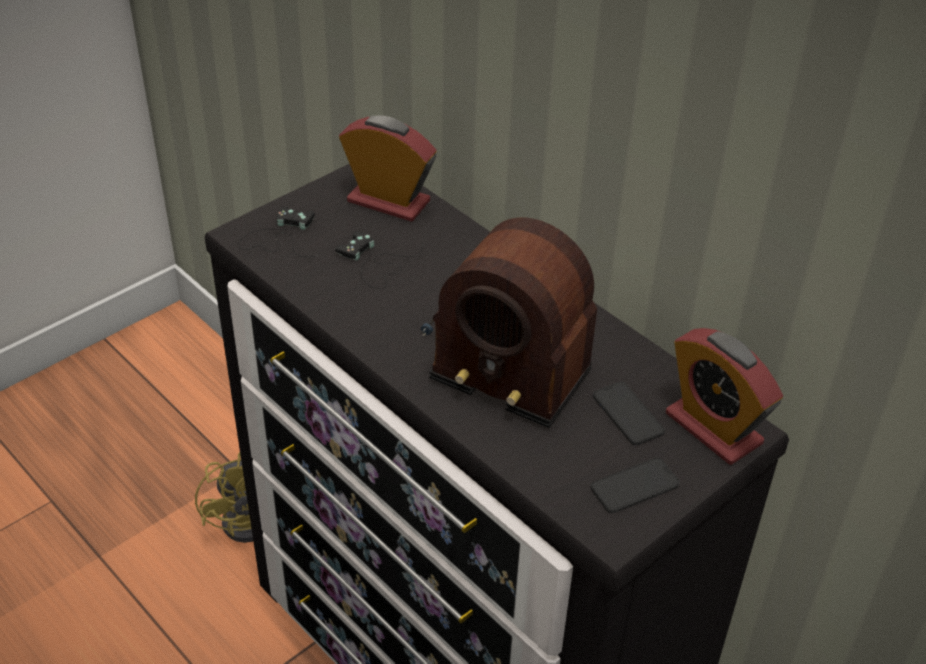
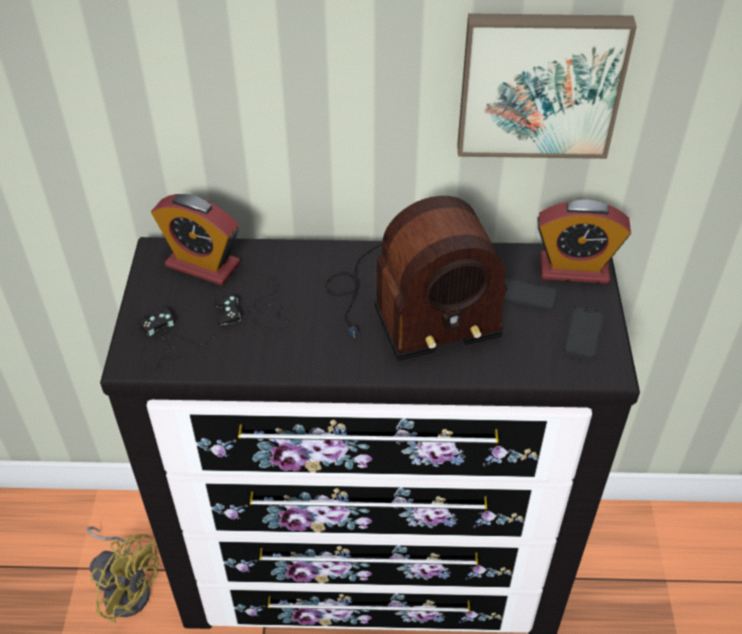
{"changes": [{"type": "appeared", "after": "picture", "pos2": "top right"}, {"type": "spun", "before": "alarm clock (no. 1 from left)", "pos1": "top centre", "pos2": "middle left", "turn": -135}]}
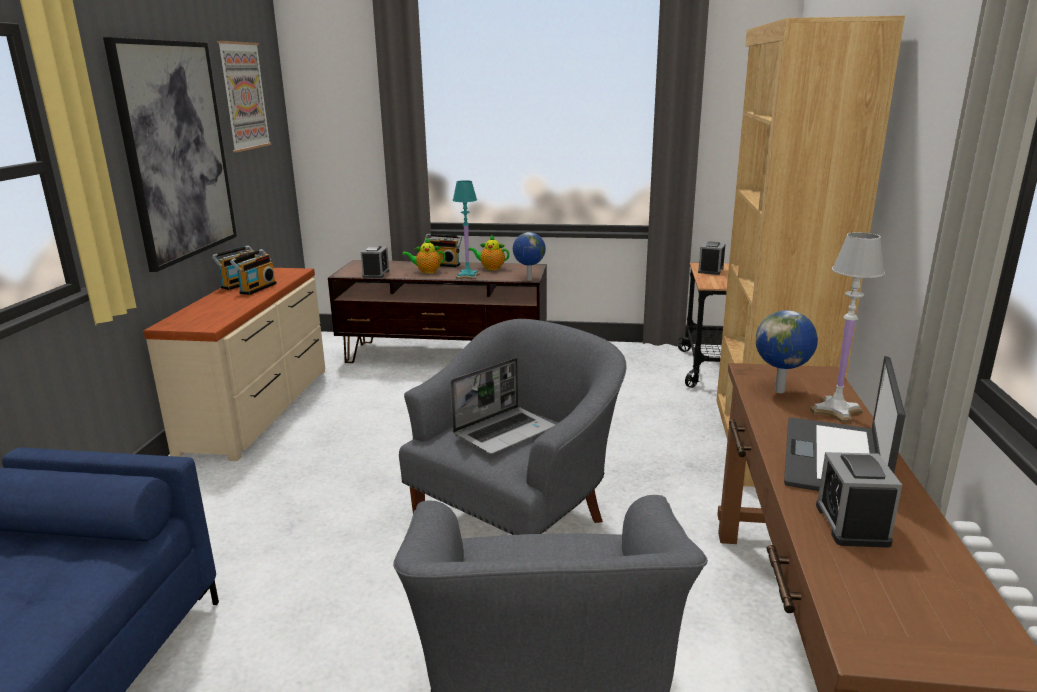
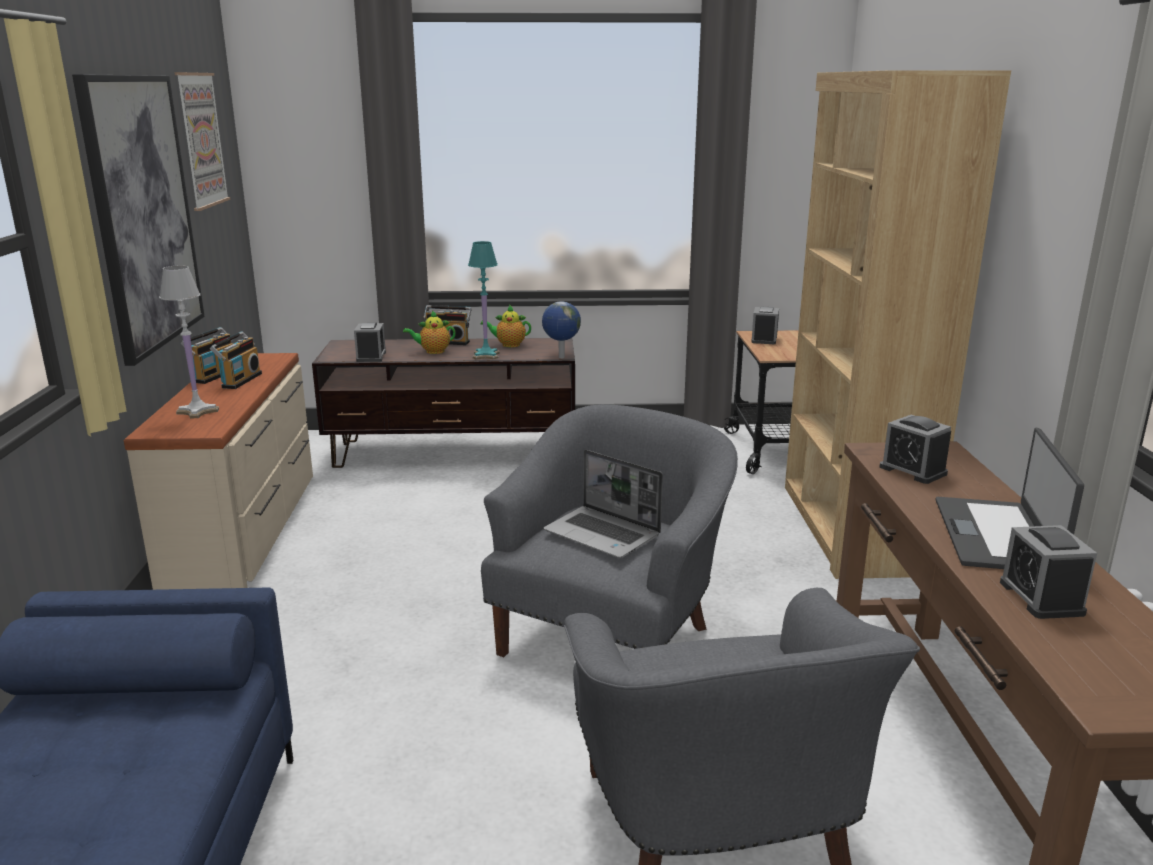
{"changes": [{"type": "relocated", "before": "table lamp in white", "pos1": "middle right", "pos2": "middle left"}, {"type": "exchanged", "before": "globe (no. 2 from left)", "after": "alarm clock (no. 3 from left)", "pos1": "middle right", "pos2": "middle right"}, {"type": "spun", "before": "laptop (no. 1 from left)", "pos1": "centre", "pos2": "centre", "turn": 90}]}
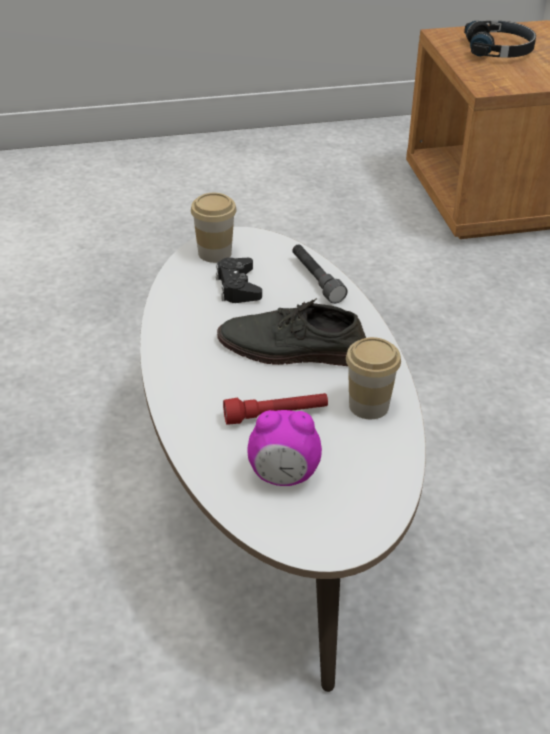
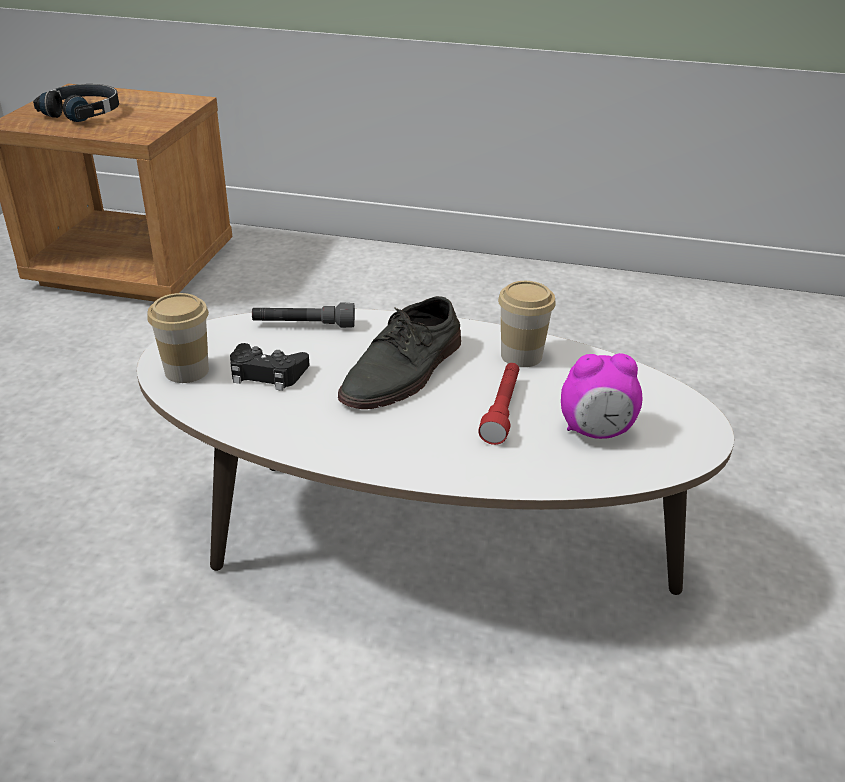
{"changes": [{"type": "spun", "before": "alarm clock", "pos1": "centre", "pos2": "middle right", "turn": 60}]}
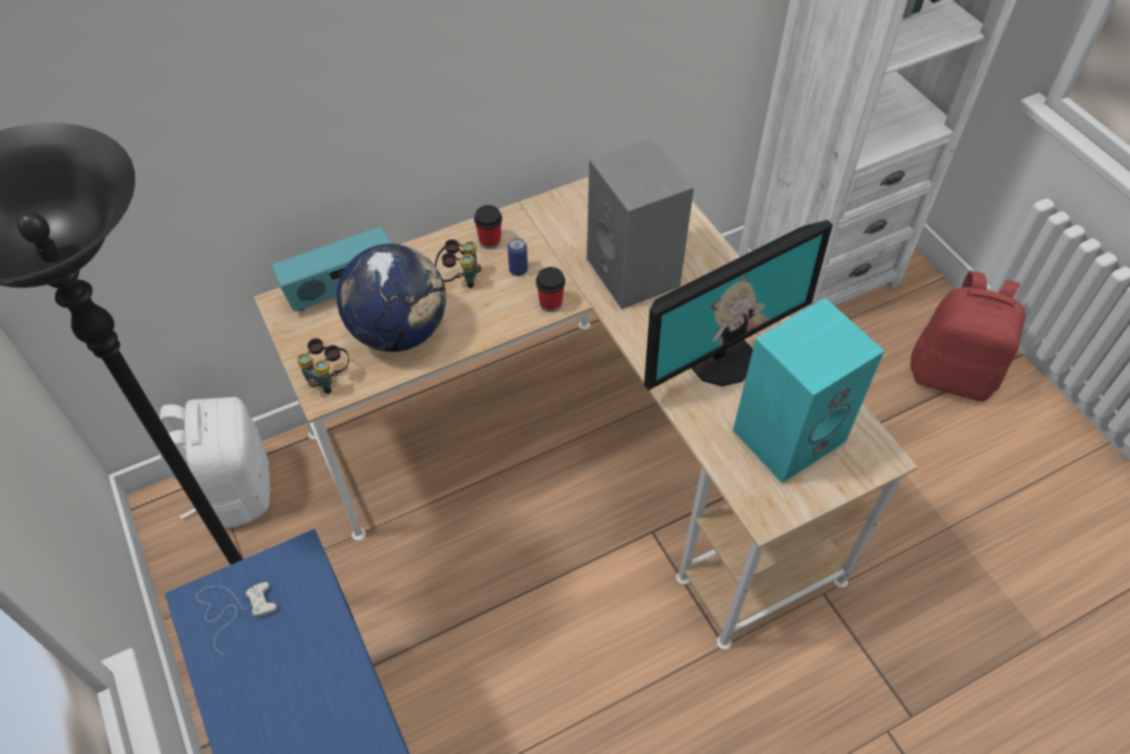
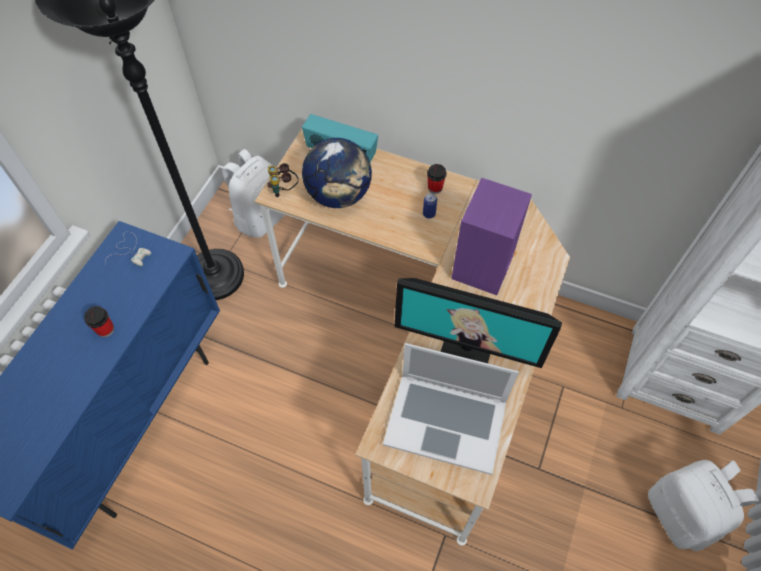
{"changes": [{"type": "missing", "before": "binoculars (no. 2 from left)", "pos1": "centre"}, {"type": "relocated", "before": "cup (no. 2 from left in the first image)", "after": "cup (no. 1 from left)", "pos1": "centre", "pos2": "middle left"}, {"type": "exchanged", "before": "speaker in turquoise", "after": "laptop", "pos1": "middle right", "pos2": "bottom centre"}, {"type": "colour", "before": "speaker in grey", "after": "speaker in purple", "pos1": "top centre", "pos2": "centre"}, {"type": "colour", "before": "backpack in red", "after": "backpack in white (no. 2 from left)", "pos1": "middle right", "pos2": "bottom right"}]}
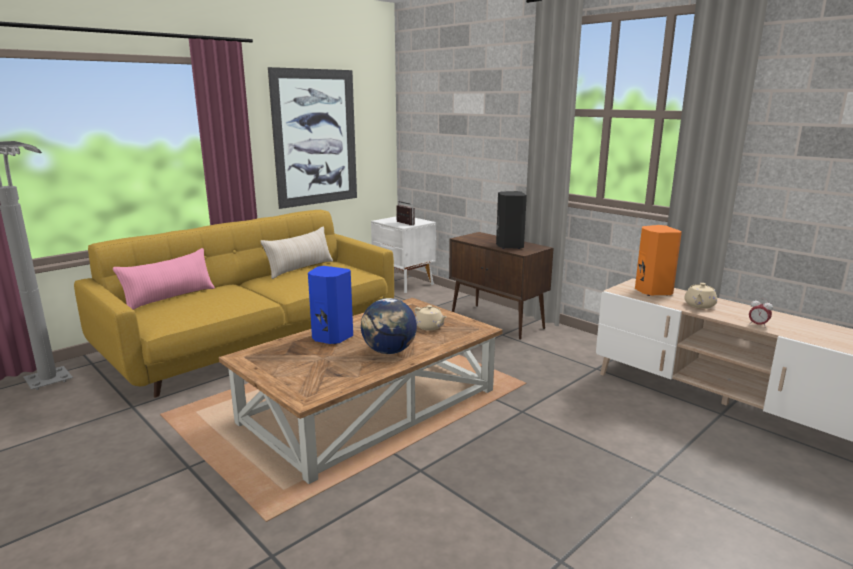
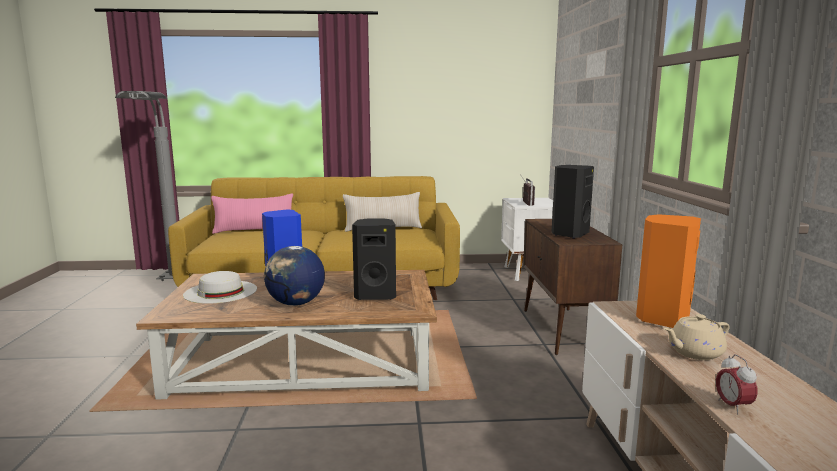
{"changes": [{"type": "missing", "before": "picture", "pos1": "top centre"}, {"type": "appeared", "after": "hat in white", "pos2": "middle left"}, {"type": "exchanged", "before": "teapot in beige (no. 1 from left)", "after": "speaker in black (no. 1 from left)", "pos1": "centre", "pos2": "centre"}]}
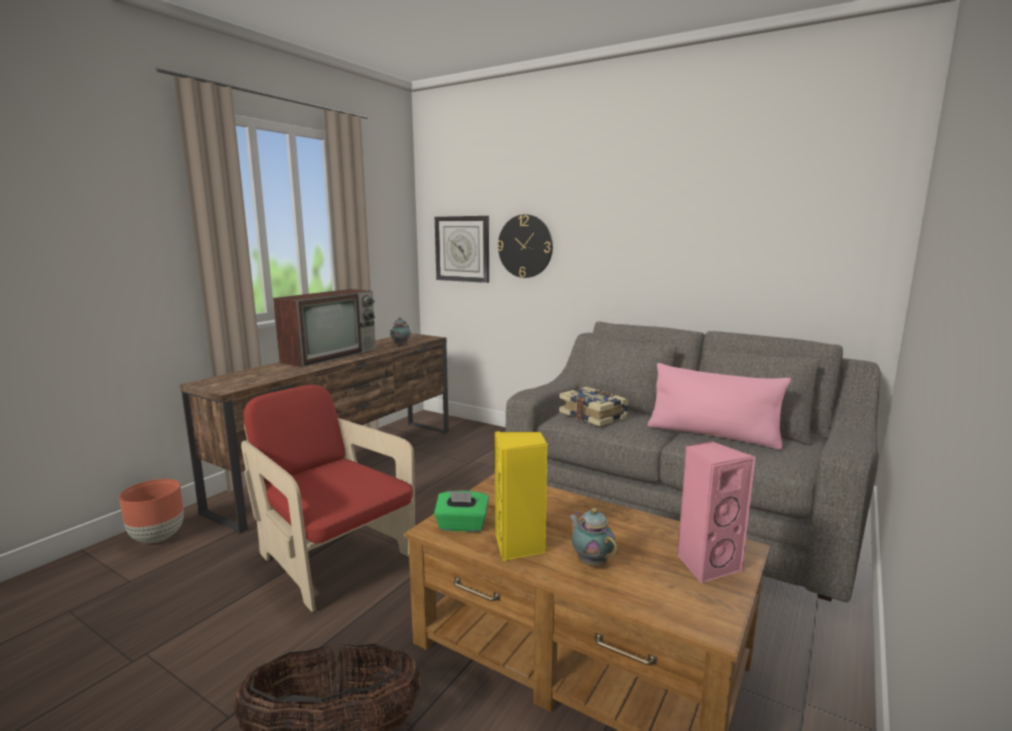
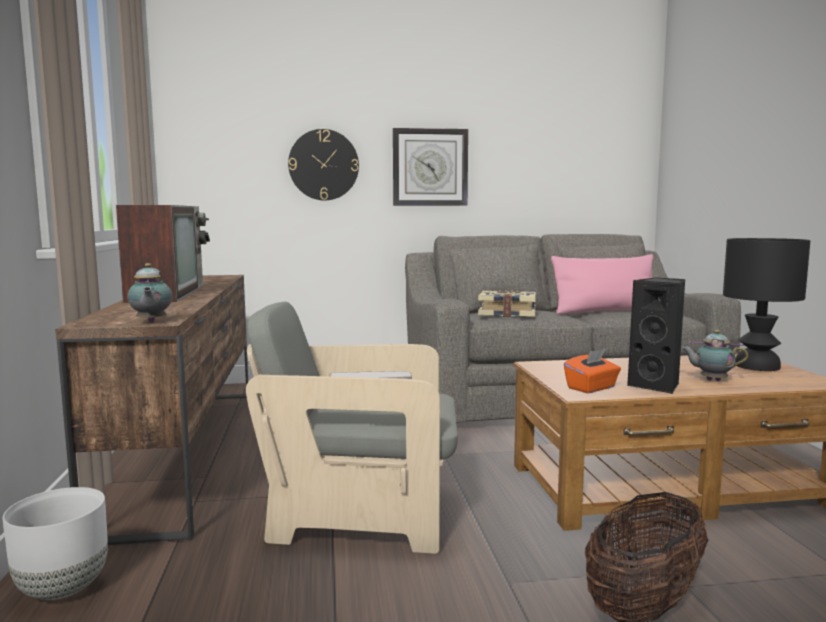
{"changes": [{"type": "relocated", "before": "teapot (no. 1 from left)", "pos1": "centre", "pos2": "middle left"}, {"type": "relocated", "before": "wall clock (no. 1 from left in the first image)", "after": "wall clock (no. 2 from left)", "pos1": "centre", "pos2": "top centre"}, {"type": "exchanged", "before": "speaker in pink", "after": "table lamp in black", "pos1": "bottom right", "pos2": "middle right"}, {"type": "colour", "before": "planter in brown", "after": "planter in white", "pos1": "bottom left", "pos2": "bottom left"}, {"type": "colour", "before": "armchair in red", "after": "armchair in grey", "pos1": "bottom left", "pos2": "bottom centre"}, {"type": "colour", "before": "tissue box in green", "after": "tissue box in orange", "pos1": "bottom centre", "pos2": "middle right"}, {"type": "colour", "before": "speaker in yellow", "after": "speaker in black", "pos1": "bottom centre", "pos2": "middle right"}]}
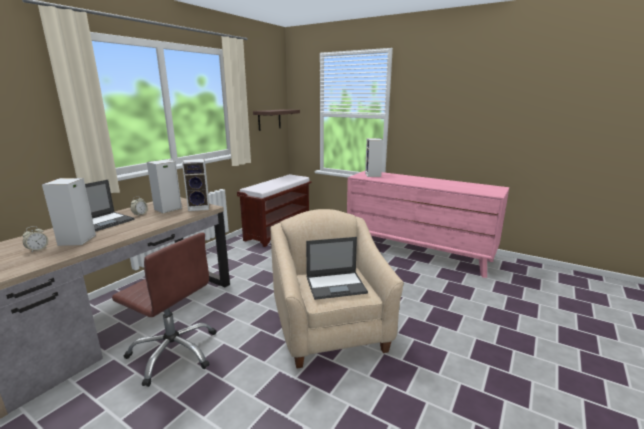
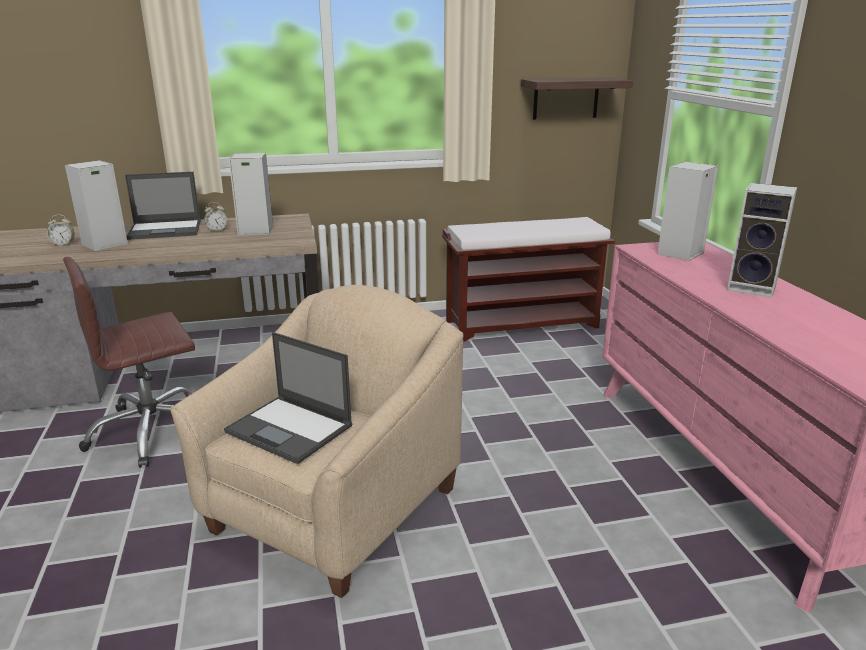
{"changes": [{"type": "relocated", "before": "speaker (no. 3 from left in the first image)", "after": "speaker (no. 4 from left)", "pos1": "middle left", "pos2": "middle right"}, {"type": "spun", "before": "office chair in brown", "pos1": "bottom left", "pos2": "middle left", "turn": 75}]}
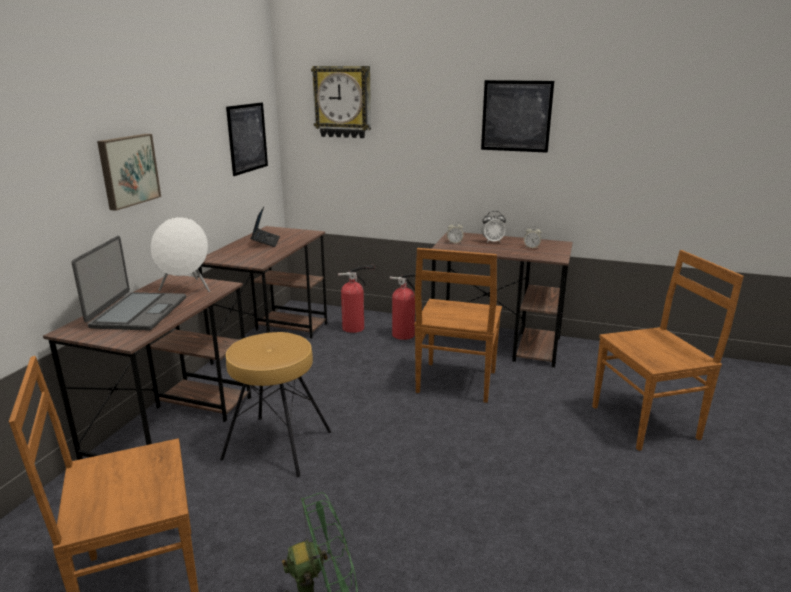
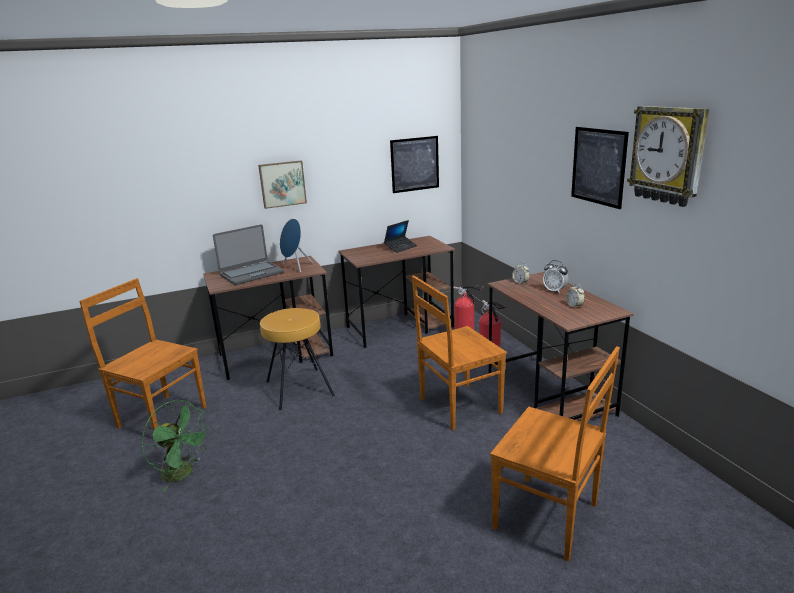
{"changes": [{"type": "relocated", "before": "wall clock", "pos1": "top centre", "pos2": "top right"}, {"type": "colour", "before": "speaker in white", "after": "speaker in blue", "pos1": "middle left", "pos2": "centre"}]}
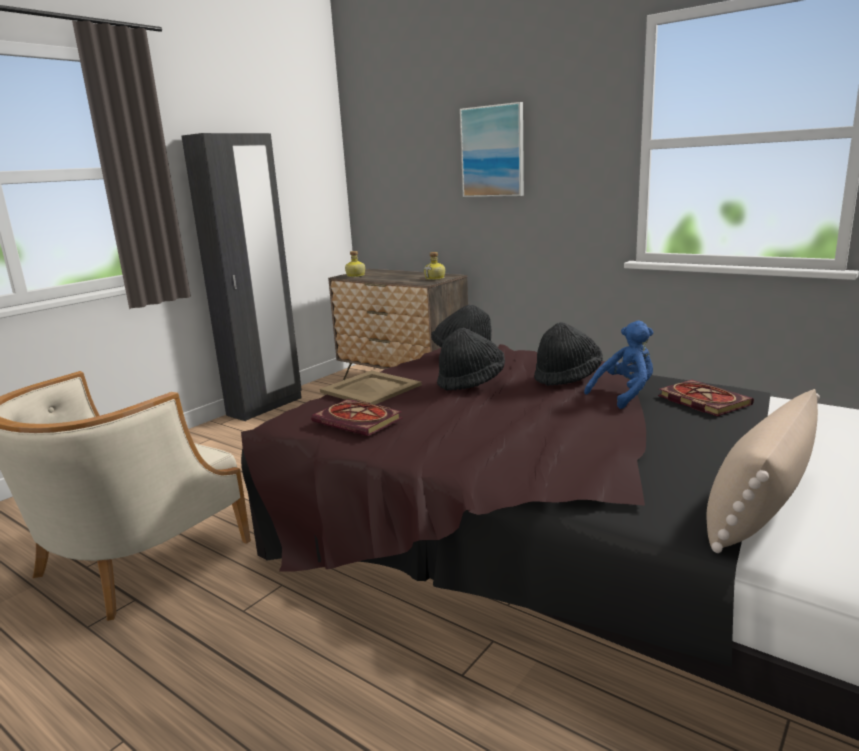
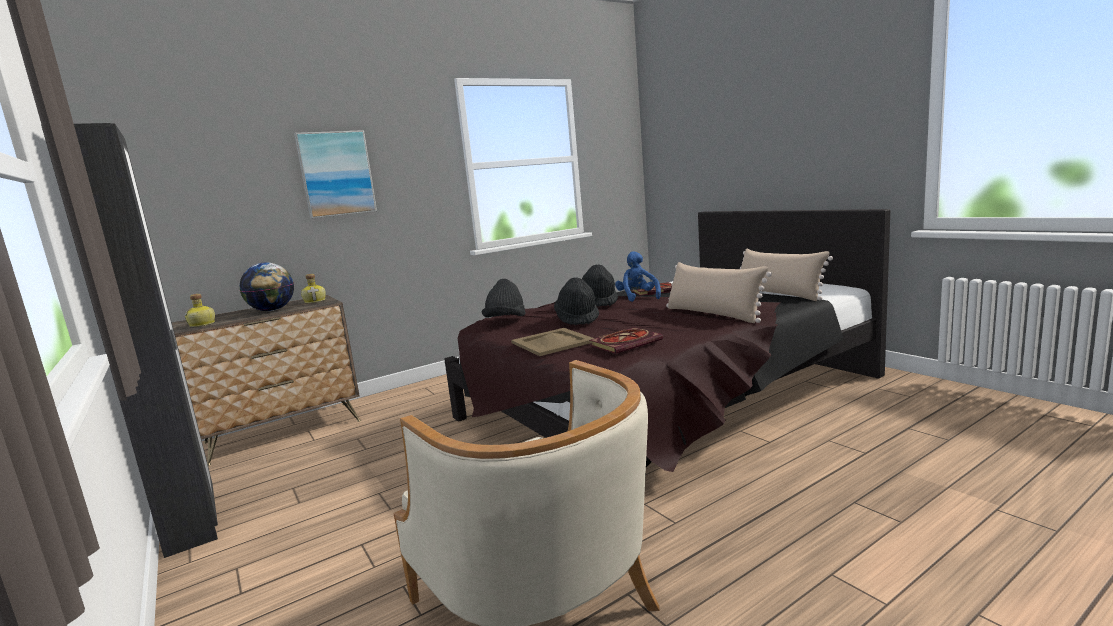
{"changes": [{"type": "appeared", "after": "globe", "pos2": "middle left"}, {"type": "appeared", "after": "pillow in beige (no. 1 from left)", "pos2": "centre"}]}
